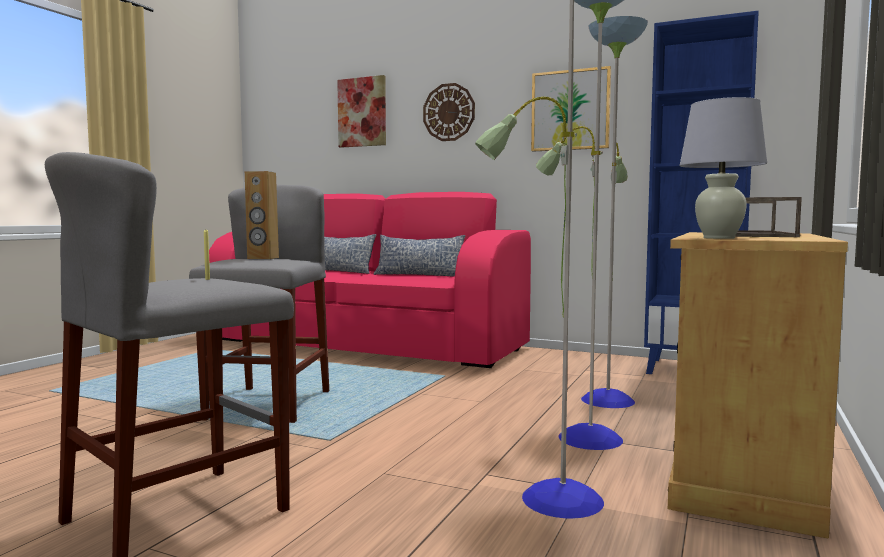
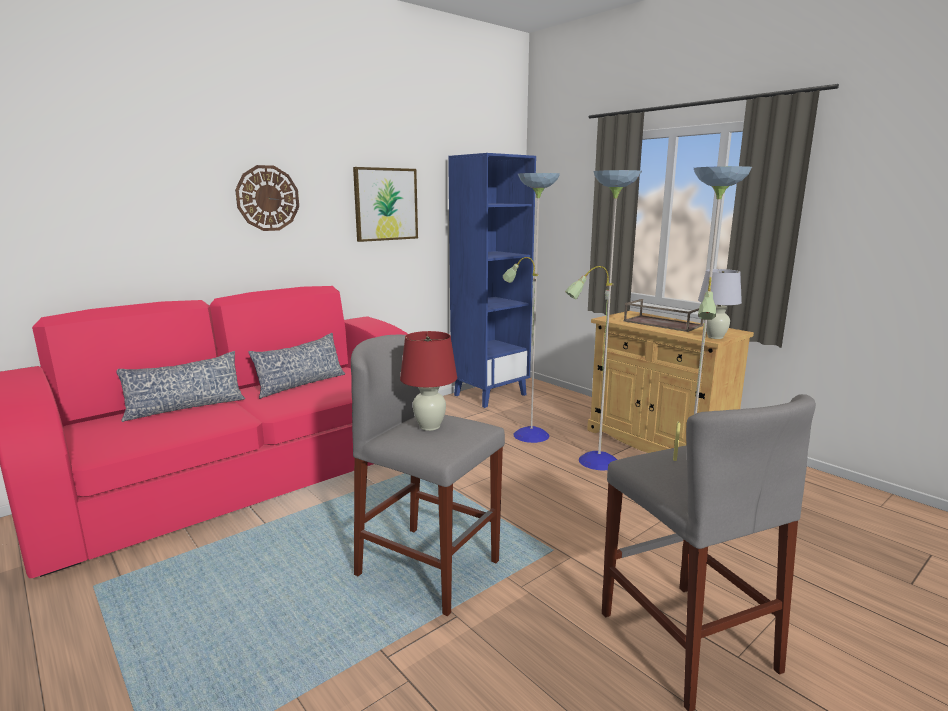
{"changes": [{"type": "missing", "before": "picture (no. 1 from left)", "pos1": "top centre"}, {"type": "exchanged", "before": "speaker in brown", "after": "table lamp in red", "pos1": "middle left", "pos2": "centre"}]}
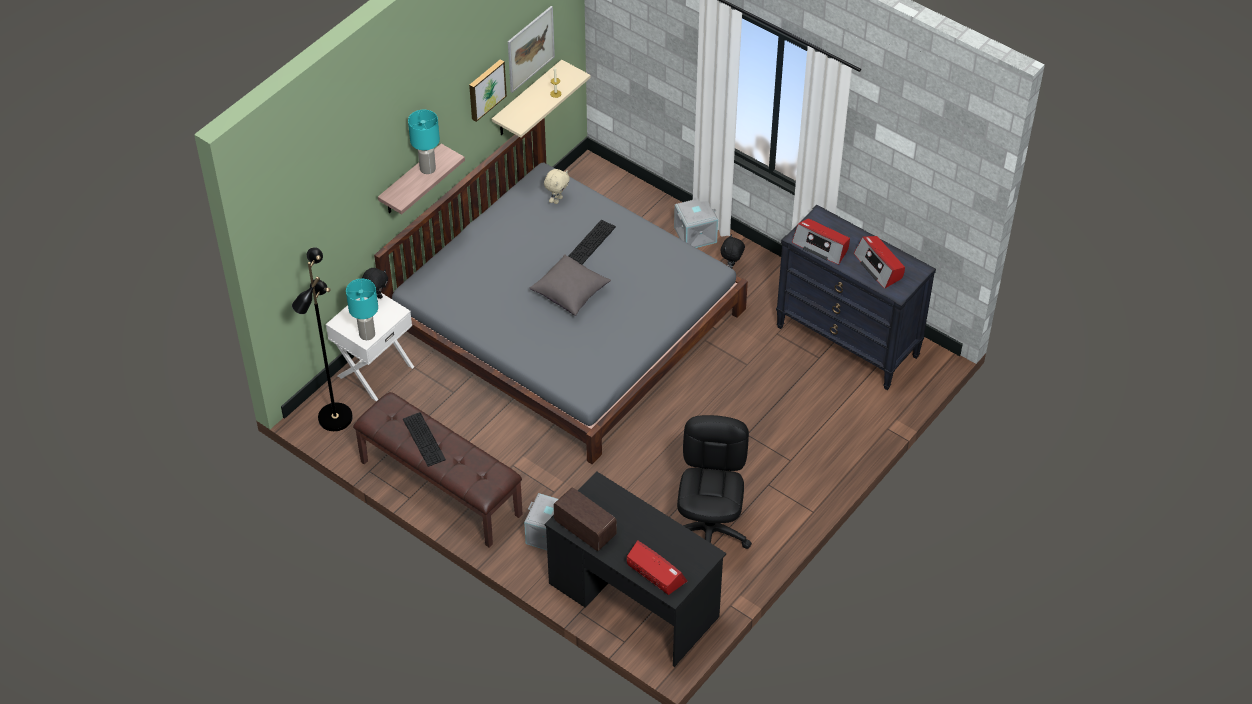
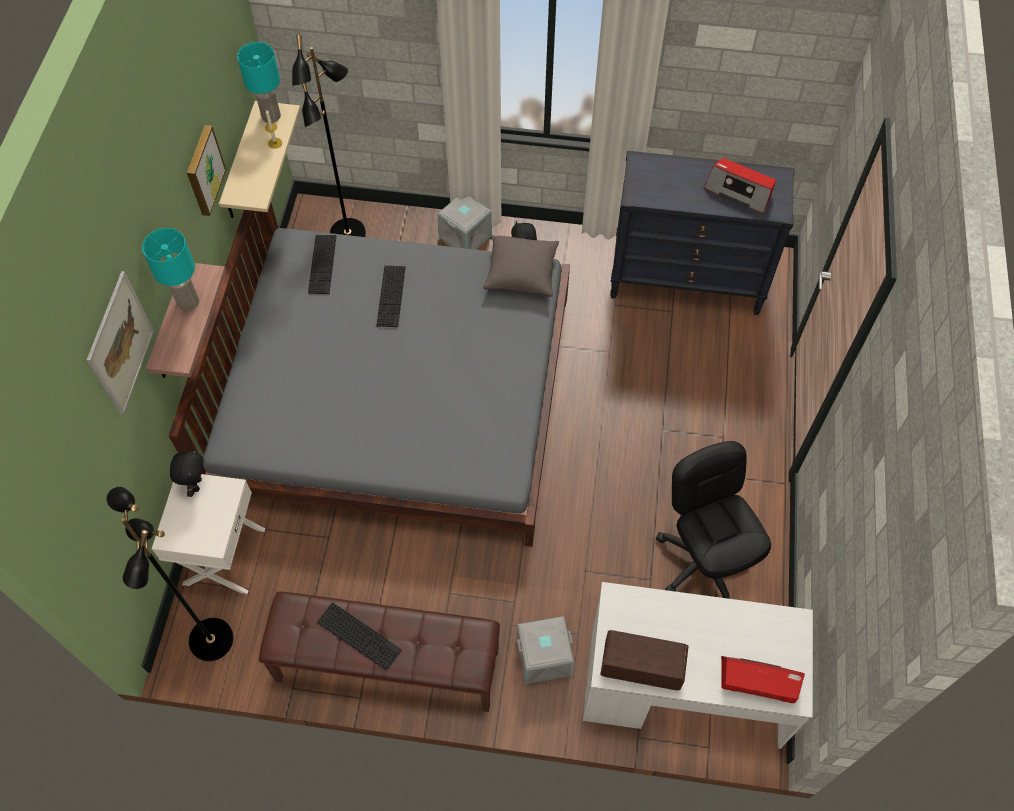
{"changes": [{"type": "missing", "before": "radio (no. 3 from left)", "pos1": "centre"}, {"type": "appeared", "after": "floor lamp in black (no. 2 from left)", "pos2": "top left"}, {"type": "relocated", "before": "table lamp in turquoise (no. 1 from left in the first image)", "after": "table lamp in turquoise (no. 2 from left)", "pos1": "middle left", "pos2": "top left"}, {"type": "relocated", "before": "picture (no. 2 from left in the first image)", "after": "picture (no. 1 from left)", "pos1": "top centre", "pos2": "middle left"}, {"type": "relocated", "before": "pillow in grey", "pos1": "centre", "pos2": "top centre"}, {"type": "exchanged", "before": "plush toy in beige", "after": "keyboard (no. 1 from left)", "pos1": "top centre", "pos2": "top left"}, {"type": "colour", "before": "desk in black", "after": "desk in white", "pos1": "bottom centre", "pos2": "bottom right"}]}
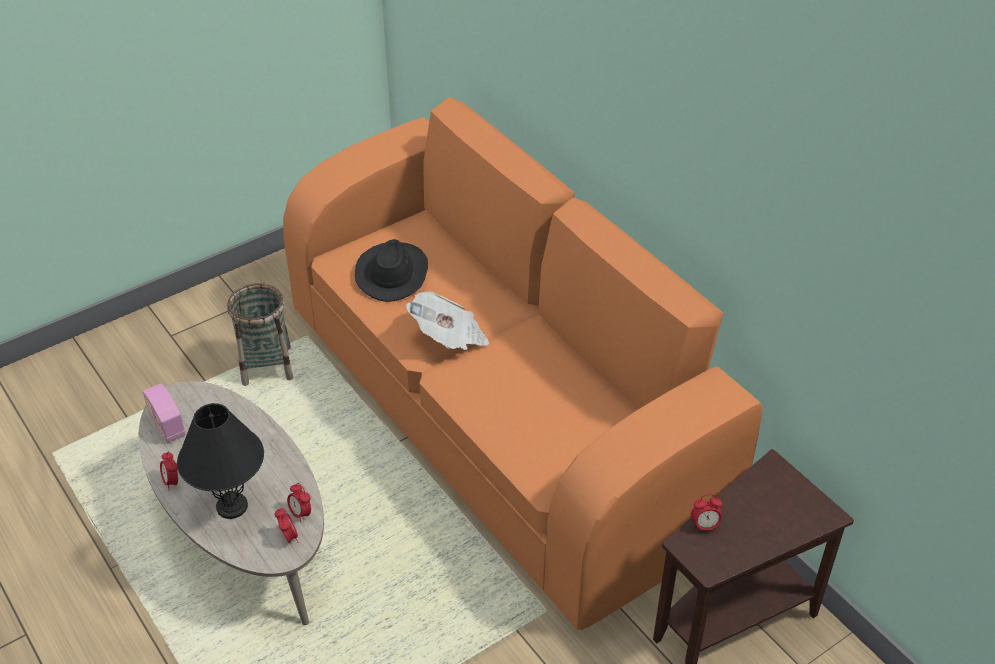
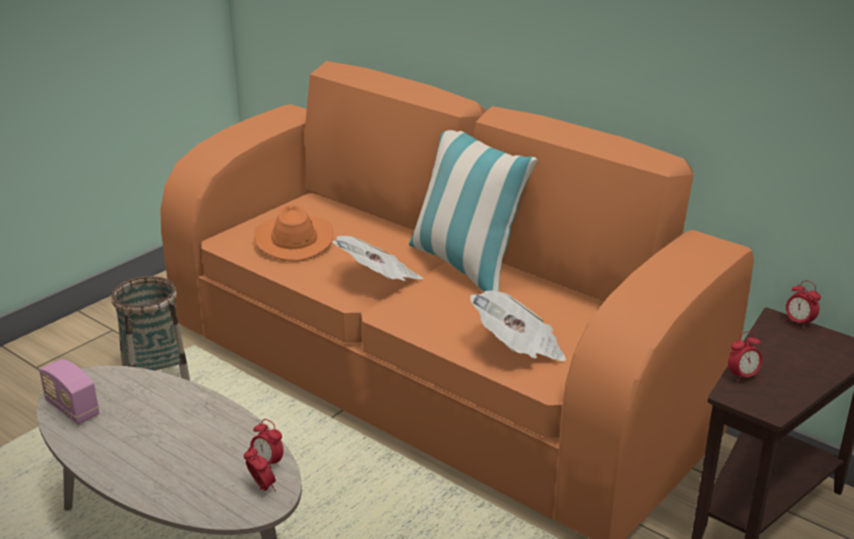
{"changes": [{"type": "missing", "before": "table lamp in black", "pos1": "bottom left"}, {"type": "appeared", "after": "pillow", "pos2": "centre"}, {"type": "appeared", "after": "newspaper (no. 2 from left)", "pos2": "centre"}, {"type": "relocated", "before": "alarm clock (no. 1 from left in the first image)", "after": "alarm clock (no. 4 from left)", "pos1": "bottom left", "pos2": "middle right"}, {"type": "colour", "before": "hat in black", "after": "hat in orange", "pos1": "centre", "pos2": "centre"}]}
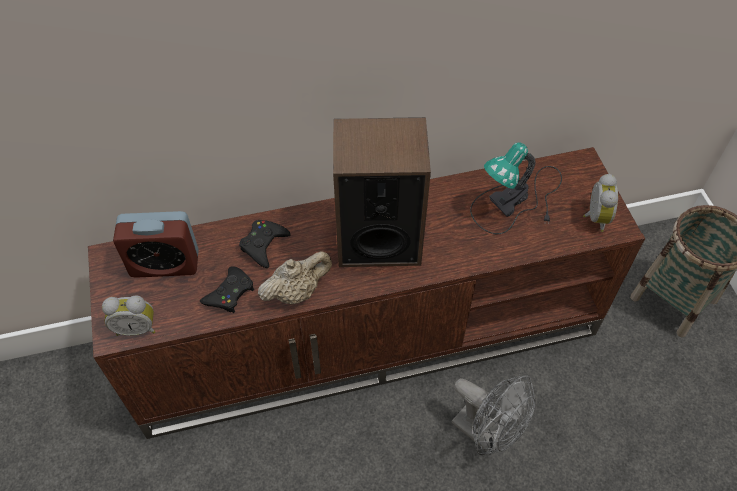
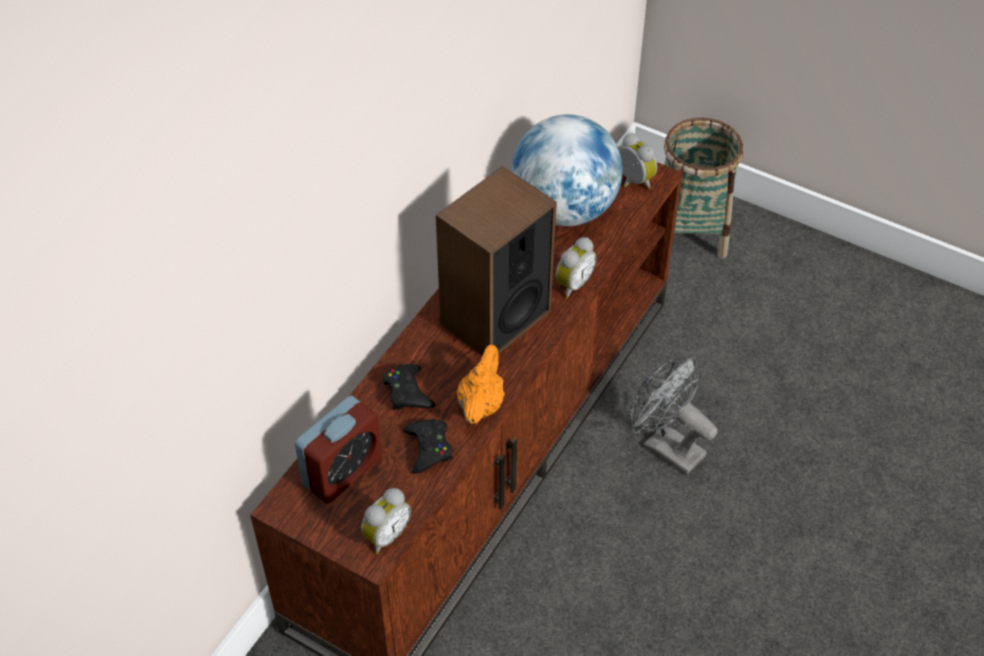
{"changes": [{"type": "appeared", "after": "alarm clock (no. 3 from left)", "pos2": "centre"}, {"type": "exchanged", "before": "table lamp", "after": "globe", "pos1": "middle right", "pos2": "top centre"}, {"type": "colour", "before": "teapot in beige", "after": "teapot in orange", "pos1": "centre", "pos2": "centre"}, {"type": "spun", "before": "fan in grey", "pos1": "bottom right", "pos2": "middle right", "turn": -135}]}
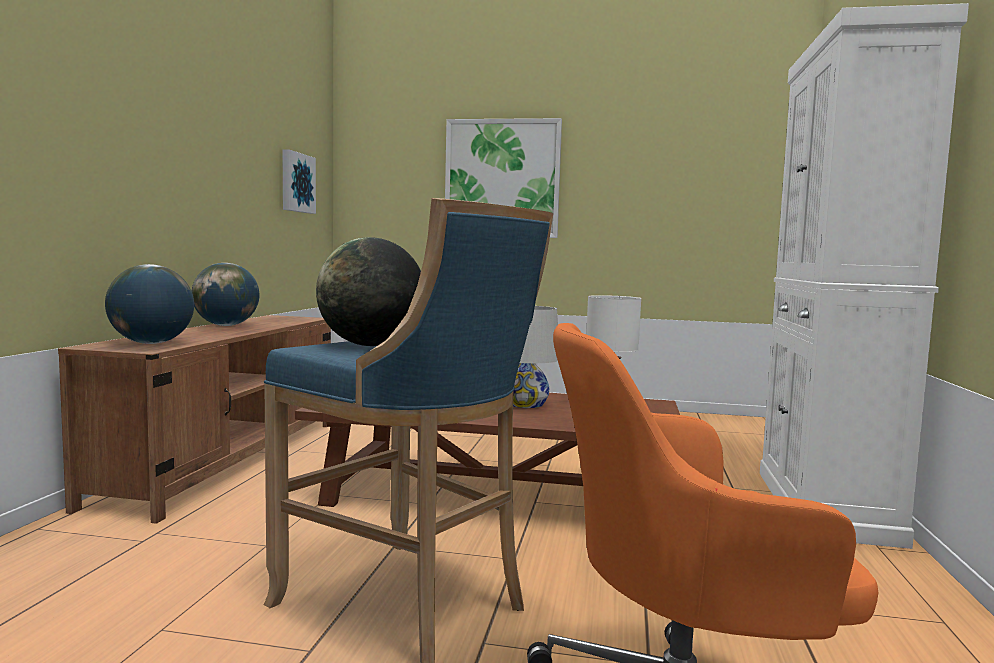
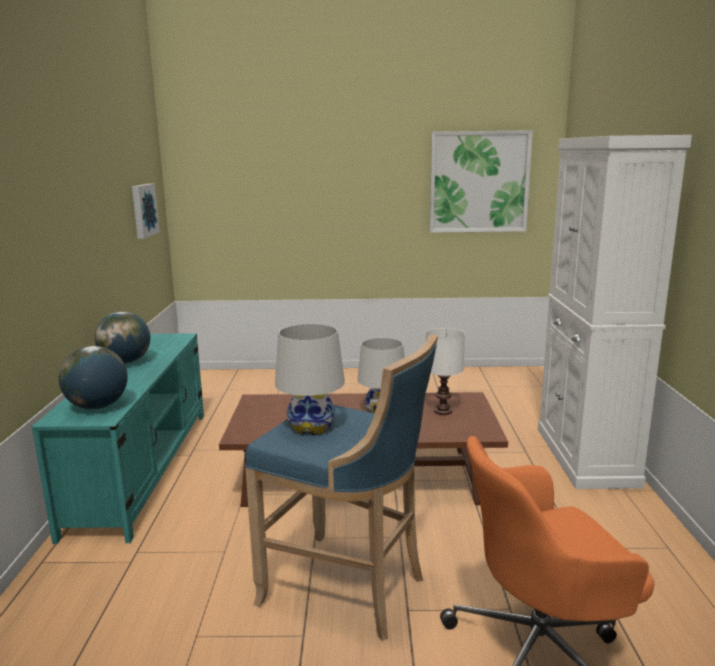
{"changes": [{"type": "relocated", "before": "picture (no. 2 from left)", "pos1": "top centre", "pos2": "top right"}, {"type": "exchanged", "before": "globe (no. 3 from left)", "after": "table lamp in white (no. 1 from left)", "pos1": "centre", "pos2": "centre"}, {"type": "colour", "before": "tv stand in brown", "after": "tv stand in turquoise", "pos1": "middle left", "pos2": "middle left"}]}
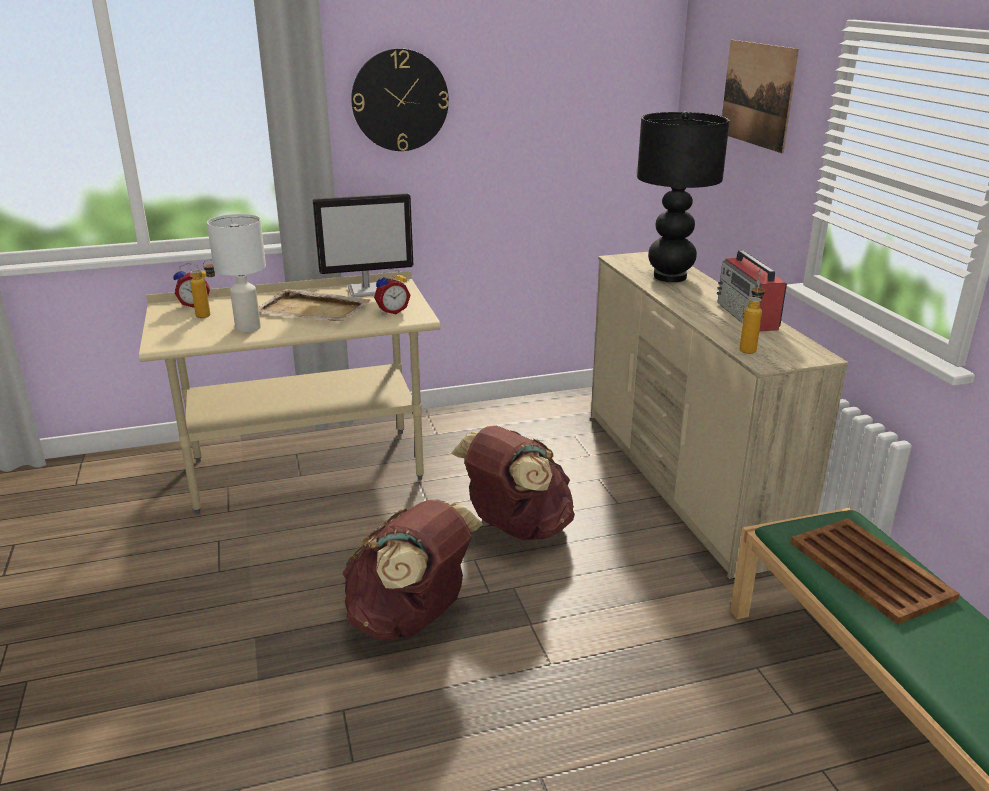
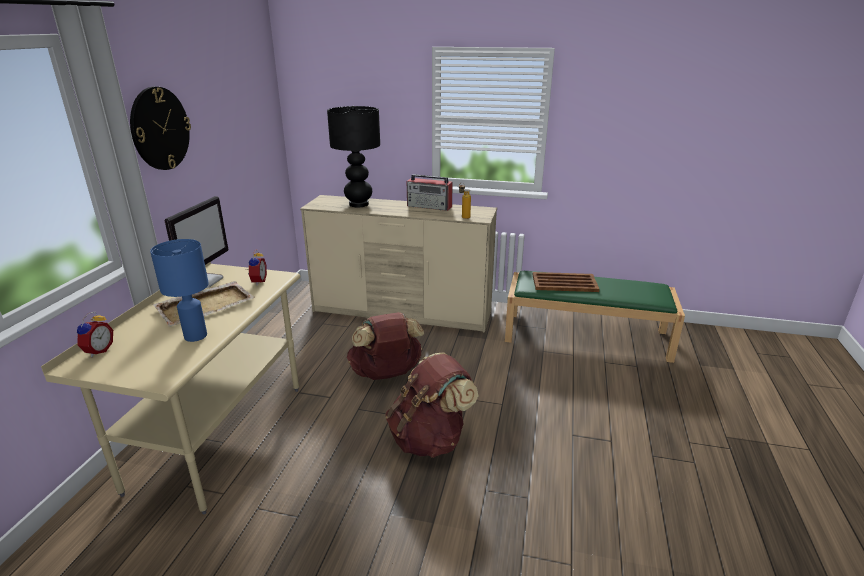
{"changes": [{"type": "missing", "before": "bottle (no. 1 from left)", "pos1": "middle left"}, {"type": "missing", "before": "picture", "pos1": "top right"}, {"type": "colour", "before": "table lamp in white", "after": "table lamp in blue", "pos1": "middle left", "pos2": "middle left"}]}
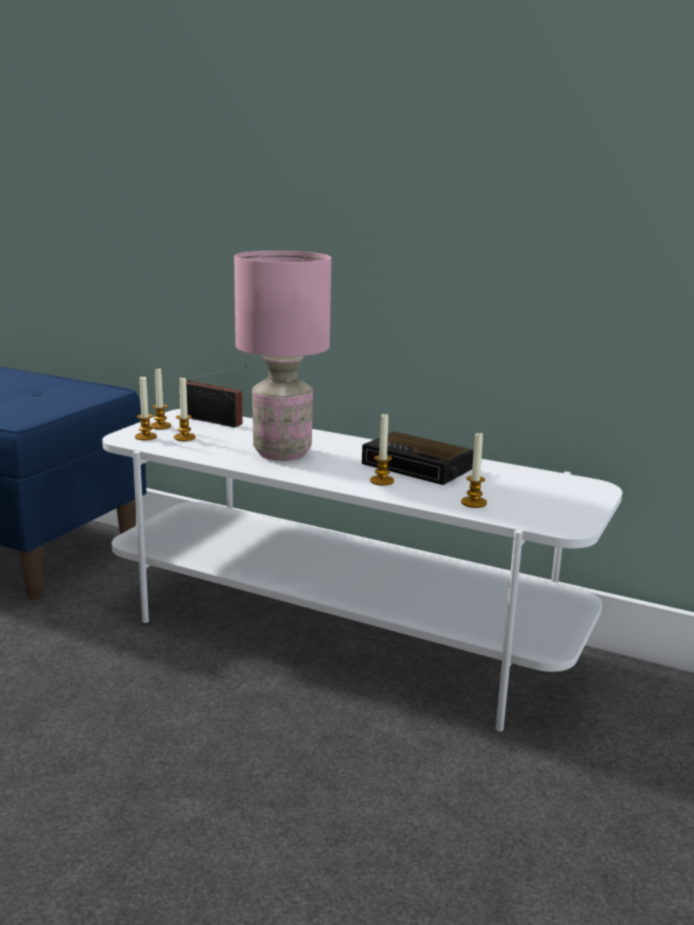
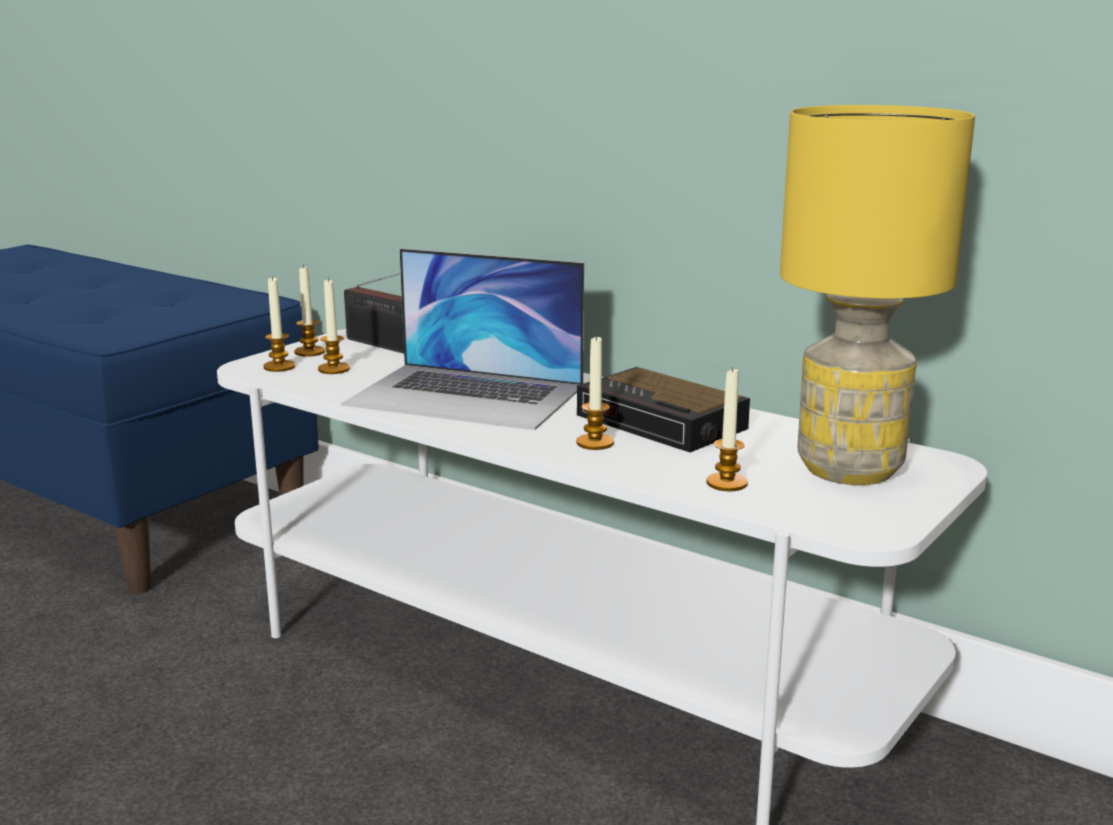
{"changes": [{"type": "appeared", "after": "table lamp in yellow", "pos2": "middle right"}, {"type": "exchanged", "before": "table lamp in pink", "after": "laptop", "pos1": "centre", "pos2": "centre"}]}
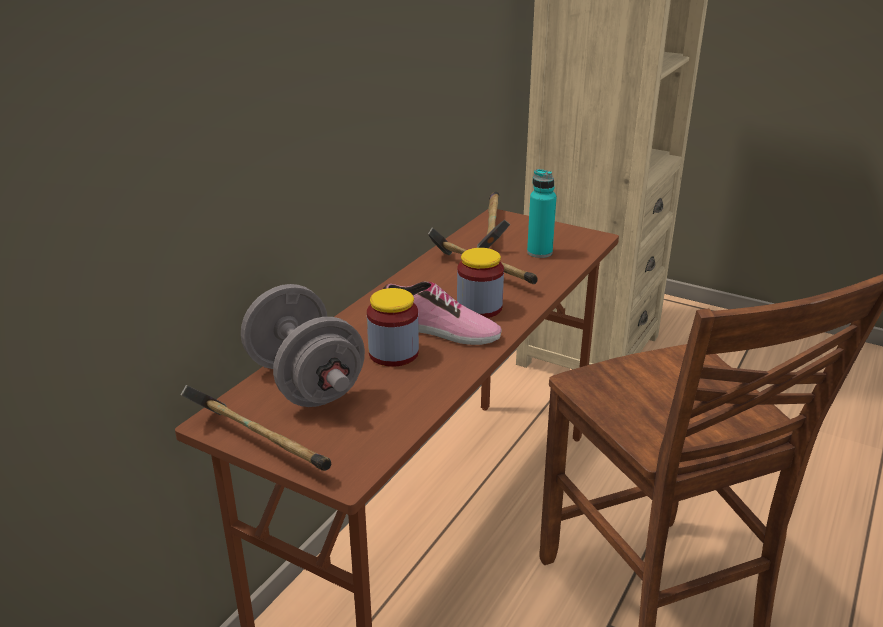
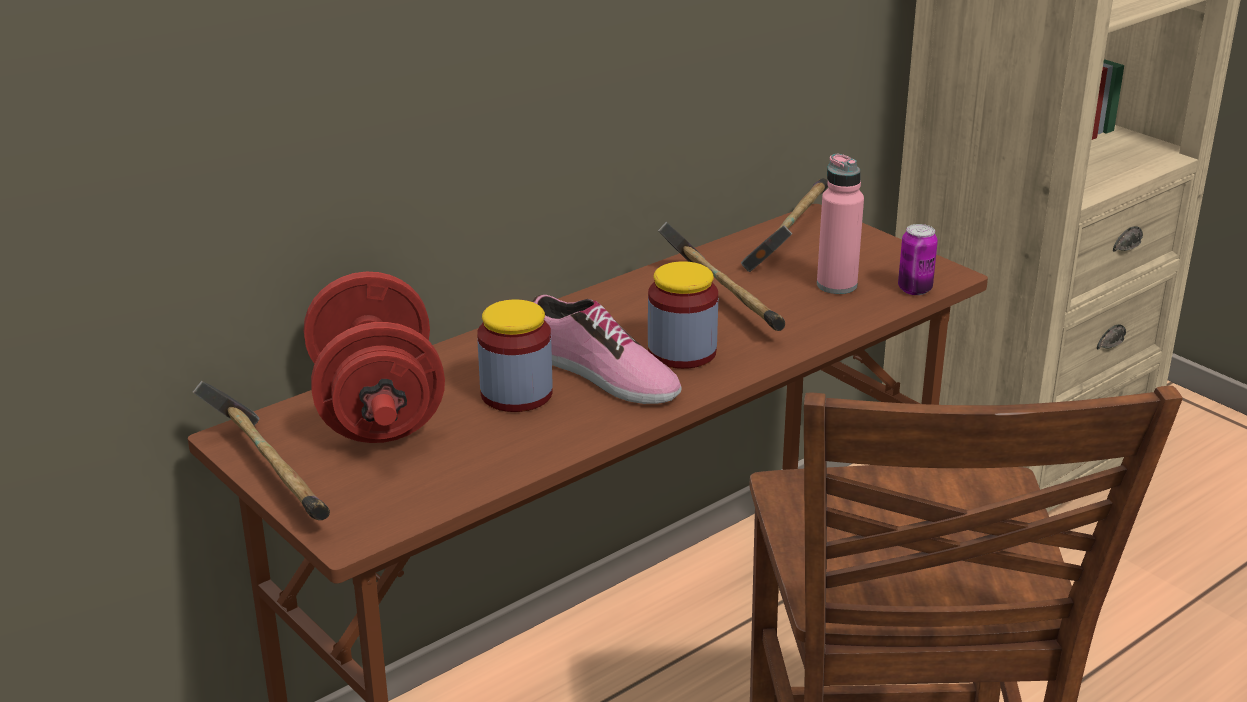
{"changes": [{"type": "appeared", "after": "can", "pos2": "middle right"}, {"type": "colour", "before": "dumbbell in grey", "after": "dumbbell in red", "pos1": "centre", "pos2": "middle left"}, {"type": "colour", "before": "bottle in turquoise", "after": "bottle in pink", "pos1": "centre", "pos2": "top right"}]}
